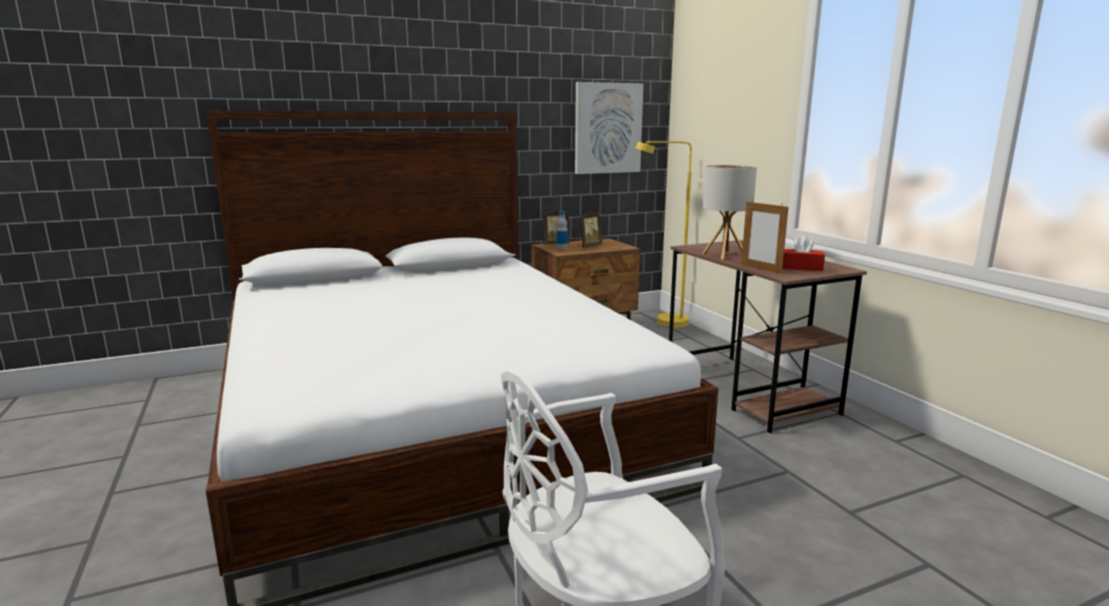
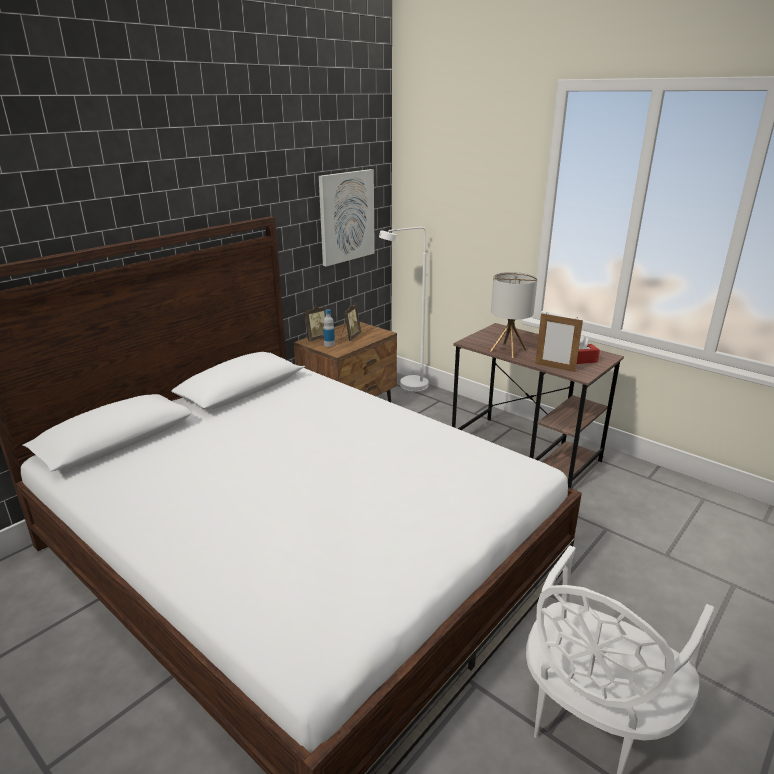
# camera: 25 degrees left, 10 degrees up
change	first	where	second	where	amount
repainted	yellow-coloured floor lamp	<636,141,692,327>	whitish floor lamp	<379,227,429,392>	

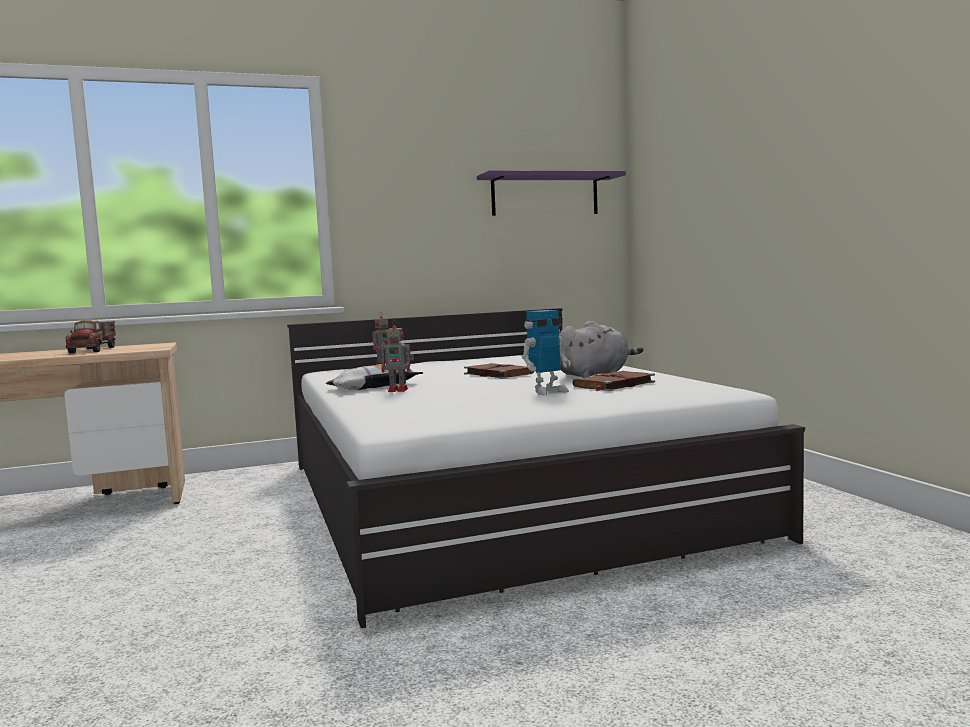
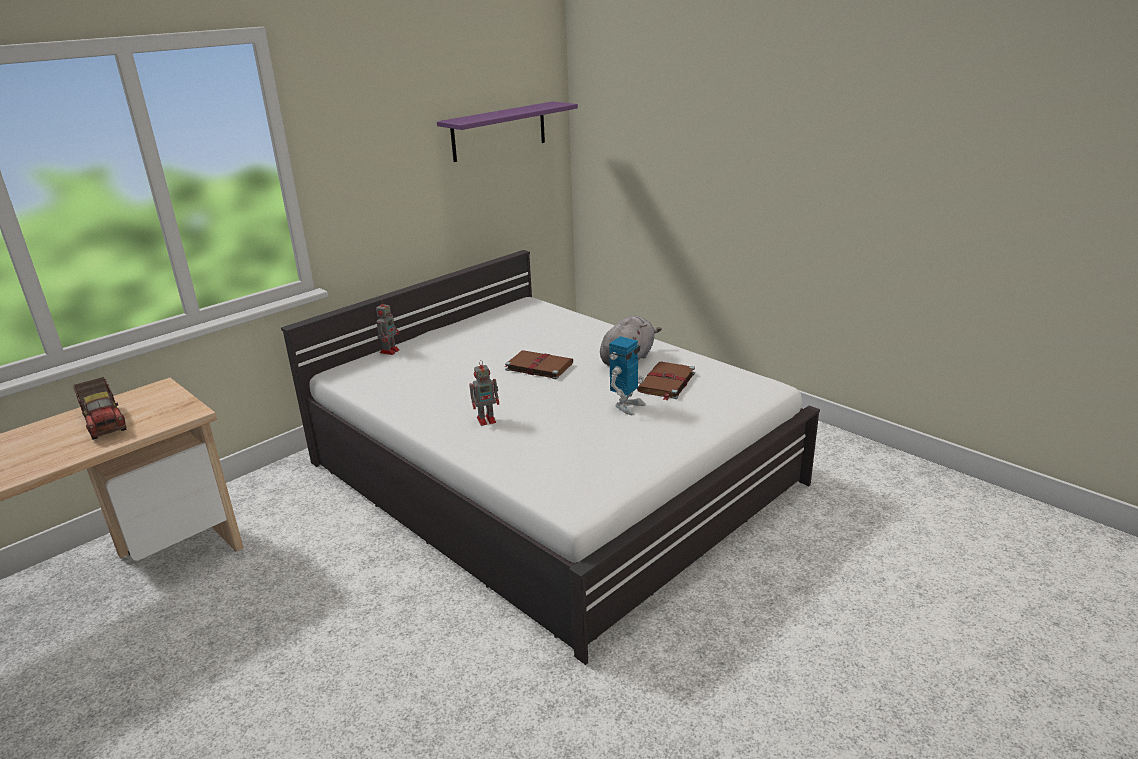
# camera: 25 degrees left, 20 degrees up
change	first	where	second	where	amount
gone	pillow	<325,363,423,390>			

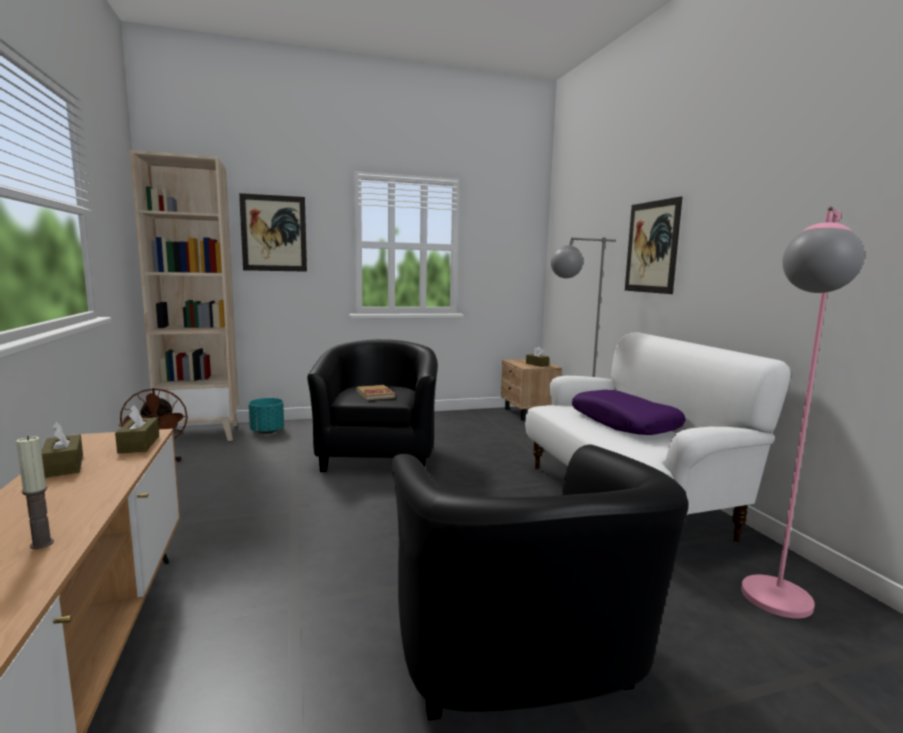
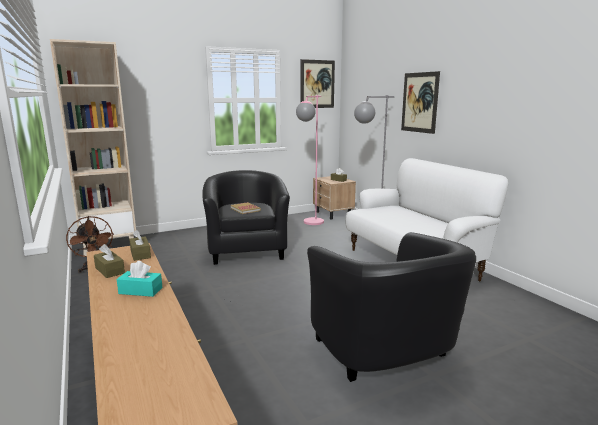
# camera: 10 degrees left, 5 degrees up
change	first	where	second	where	amount
gone	wax light	<16,436,54,549>			
shifted	wall art	<239,193,307,272>		<300,59,335,108>	
gone	blue-green planter	<249,398,284,434>			
gone	purplish pillow	<572,390,686,435>			
shifted	pink floor lamp	<741,206,865,619>		<296,95,324,225>	
new			blue-green tissue holder	<117,261,163,297>	

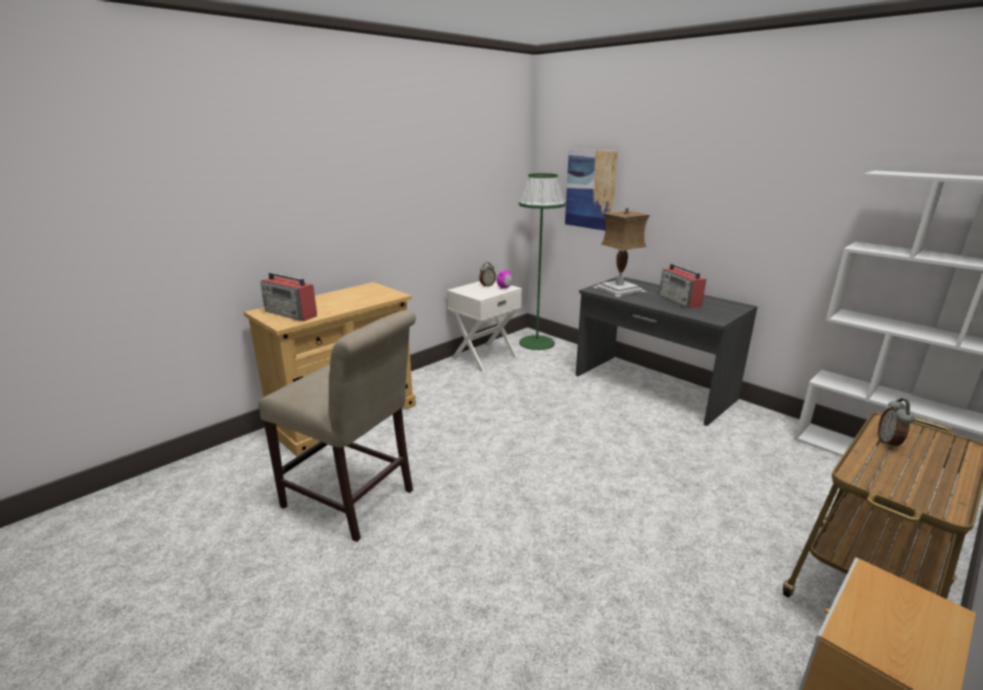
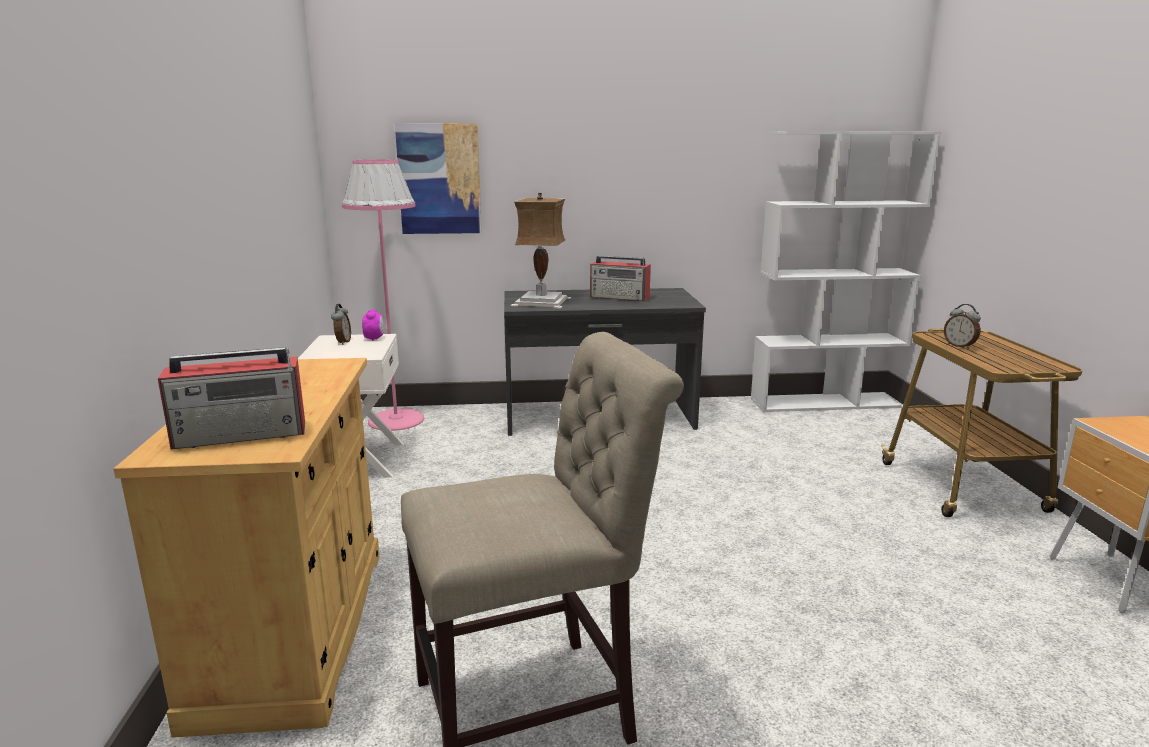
# camera: 50 degrees left, 5 degrees down
change	first	where	second	where	amount
repainted	greenish floor lamp	<519,173,565,350>	pink floor lamp	<342,160,424,431>	

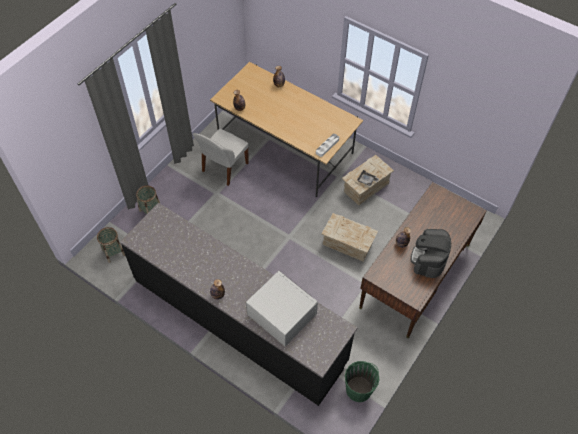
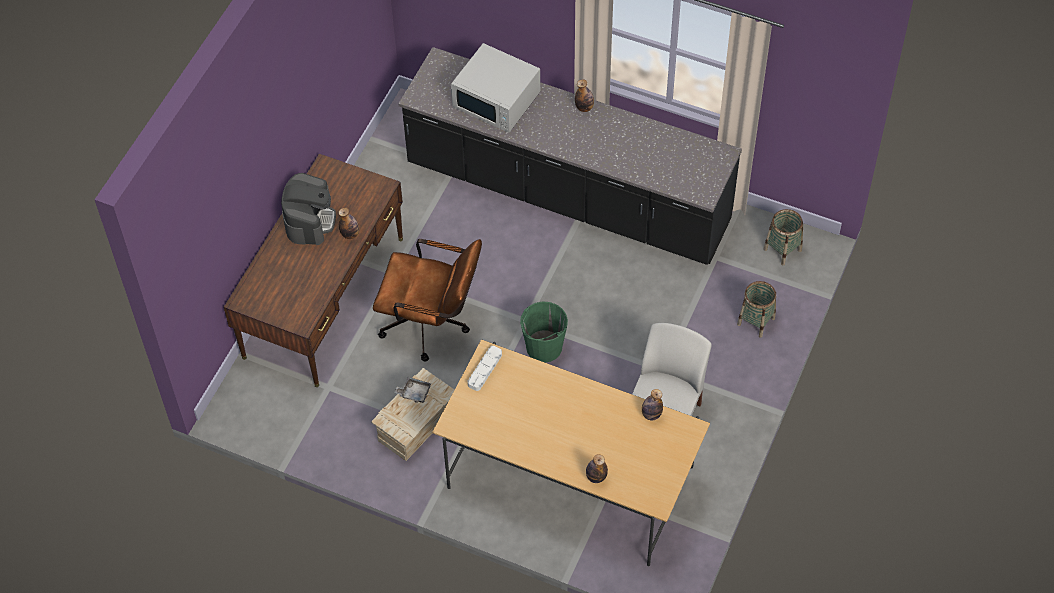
# camera: 170 degrees right, 0 degrees up
change	first	where	second	where	amount
swapped	packing crate	<321,213,378,261>	brown-coloured office chair	<373,239,482,361>	
shifted	greenish water bucket	<345,361,379,402>		<520,301,568,363>	

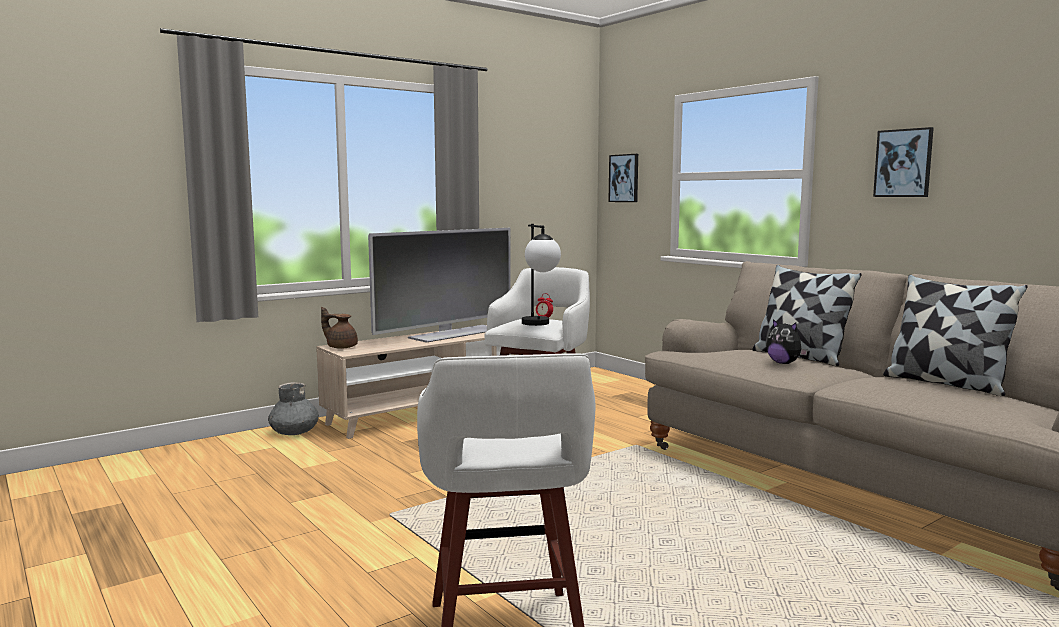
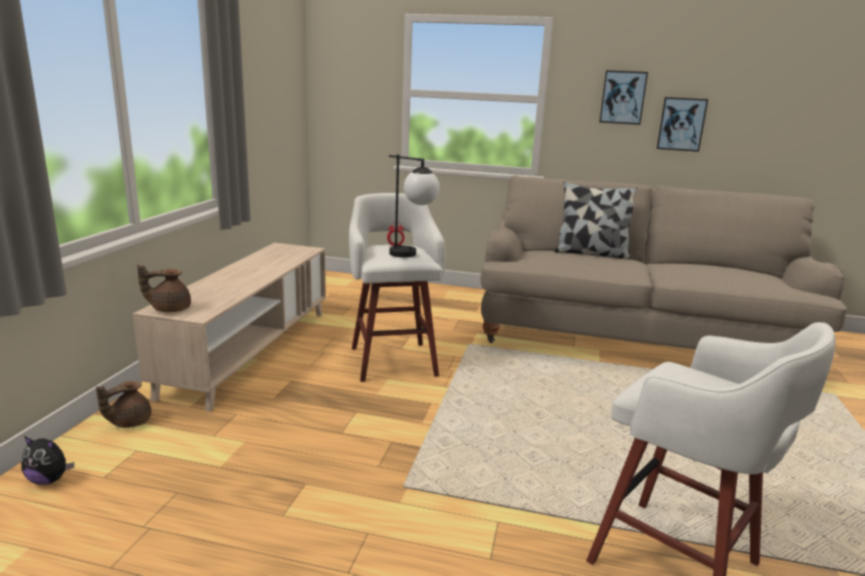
# camera: 40 degrees left, 10 degrees up
change	first	where	second	where	amount
swapped	gray vase	<268,382,319,435>	brown-coloured pot for tea	<96,381,151,428>	
gone	TV set	<368,228,511,343>			
shifted	wall art	<608,154,638,202>		<657,97,708,152>	
shifted	soft toy	<766,319,808,364>		<21,436,74,485>	
gone	pillow	<883,275,1028,396>			

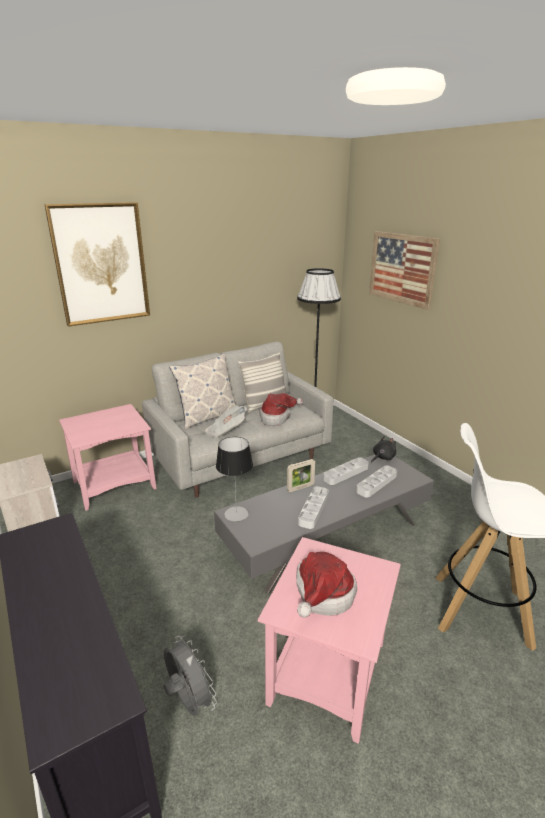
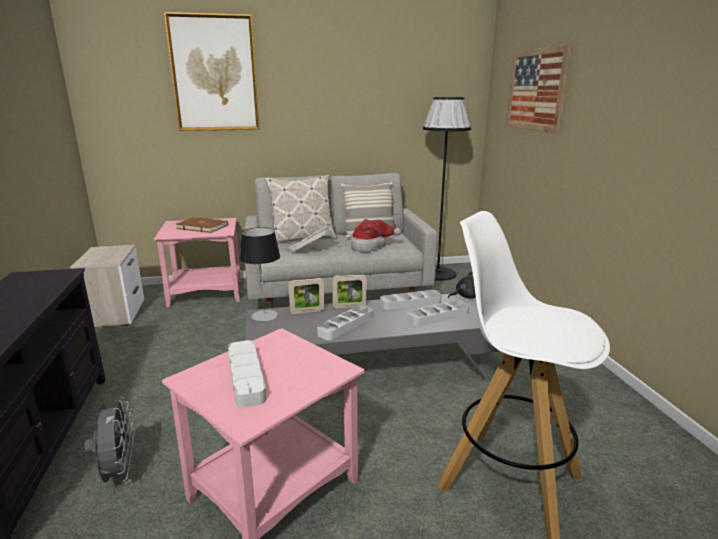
# camera: 20 degrees right, 5 degrees down
change	first	where	second	where	amount
swapped	hat	<296,552,357,618>	gray tray	<228,340,266,408>	
new			brown-coloured bound book	<176,217,228,233>	
new			standing frame	<288,278,325,314>	

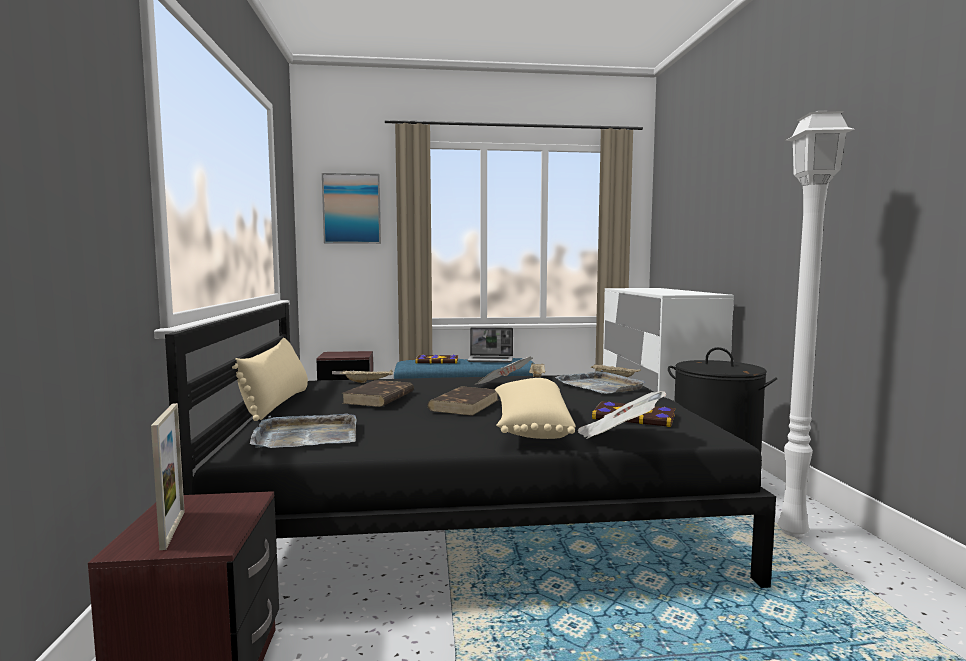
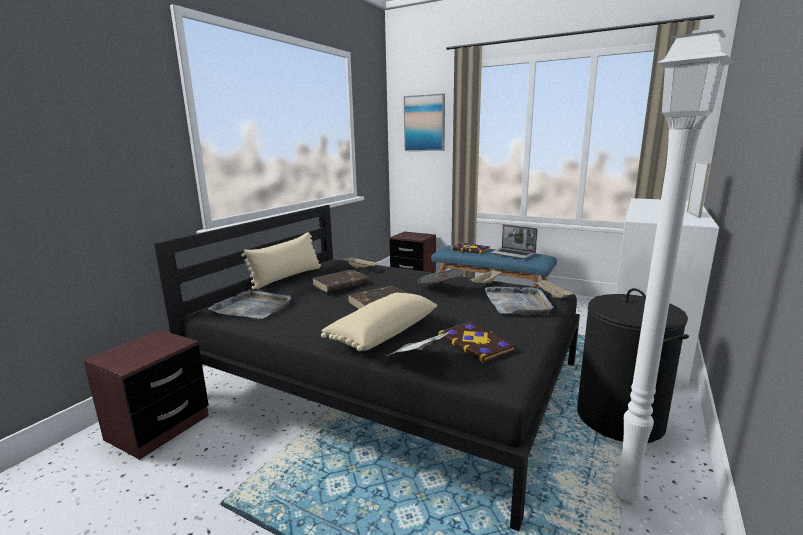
# camera: 35 degrees right, 10 degrees up
change	first	where	second	where	amount
shifted	standing frame	<151,403,185,551>		<687,161,711,218>	

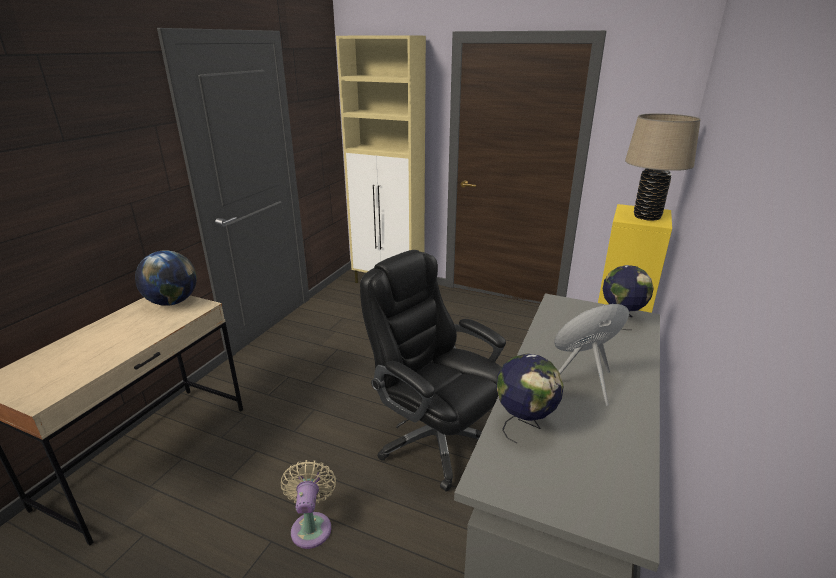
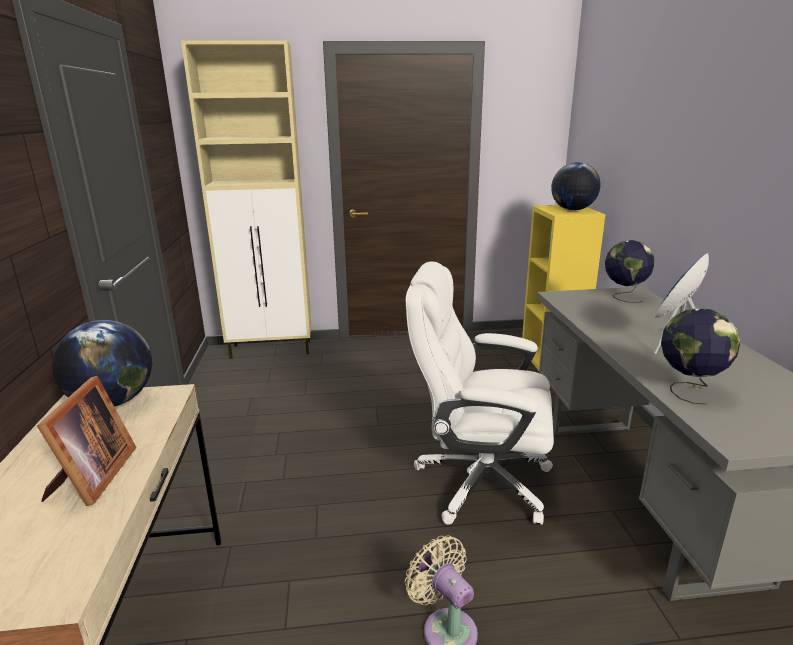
# camera: 30 degrees left, 5 degrees down
change	first	where	second	where	amount
repainted	black-coloured office chair	<360,250,506,492>	whitish office chair	<406,262,554,525>	
swapped	beige tabletop lamp	<625,113,701,221>	world globe	<551,162,601,211>	
new			standing frame	<37,376,136,506>	

